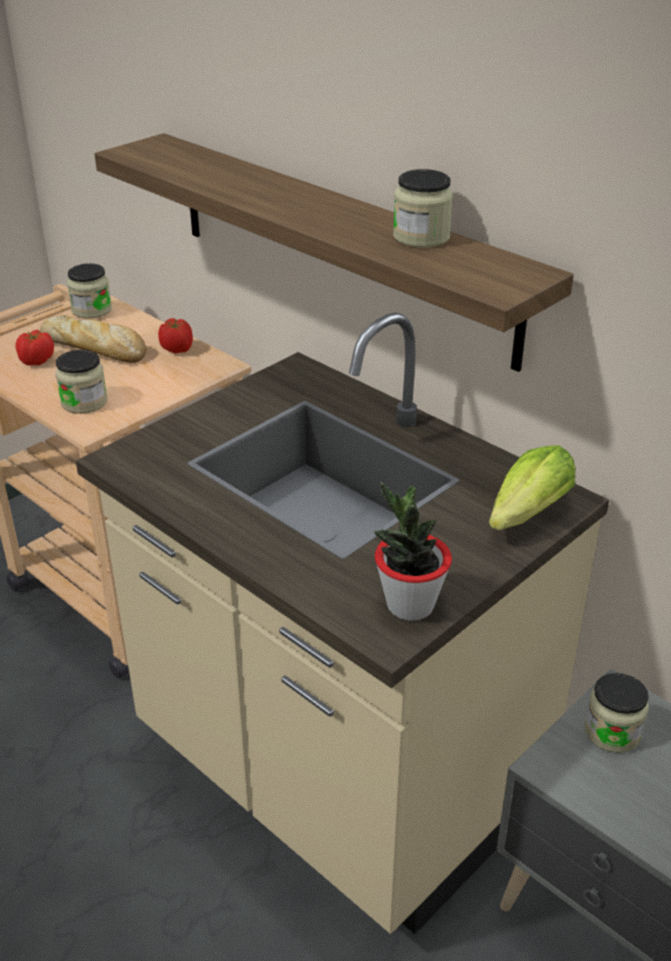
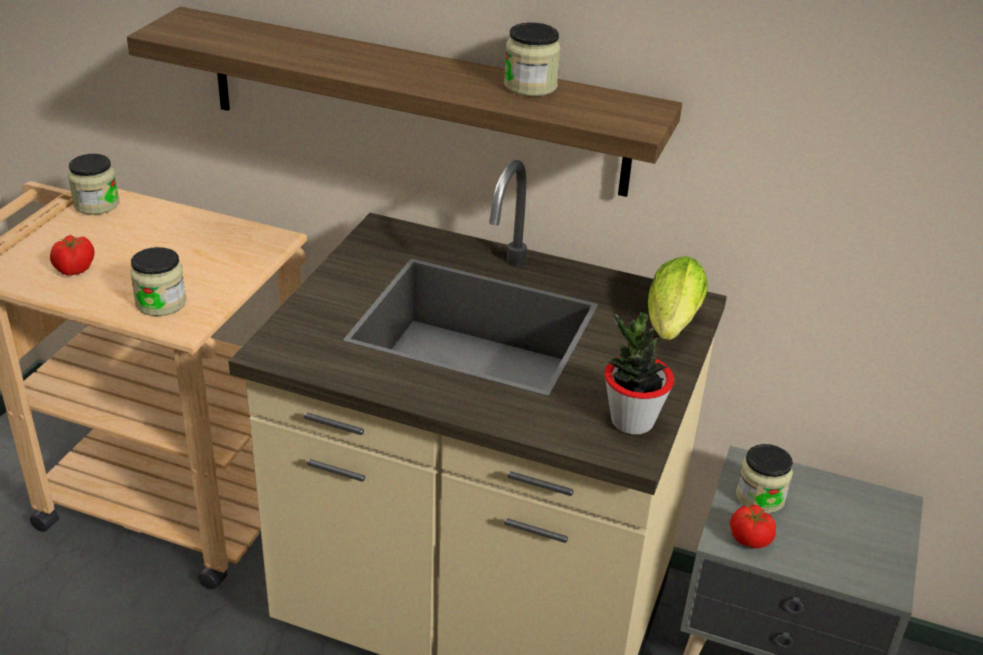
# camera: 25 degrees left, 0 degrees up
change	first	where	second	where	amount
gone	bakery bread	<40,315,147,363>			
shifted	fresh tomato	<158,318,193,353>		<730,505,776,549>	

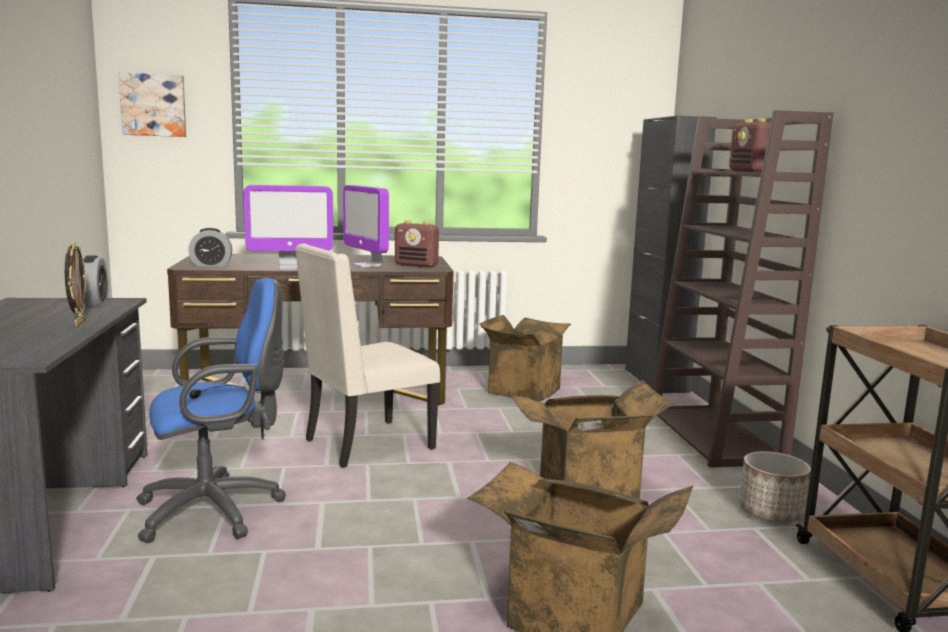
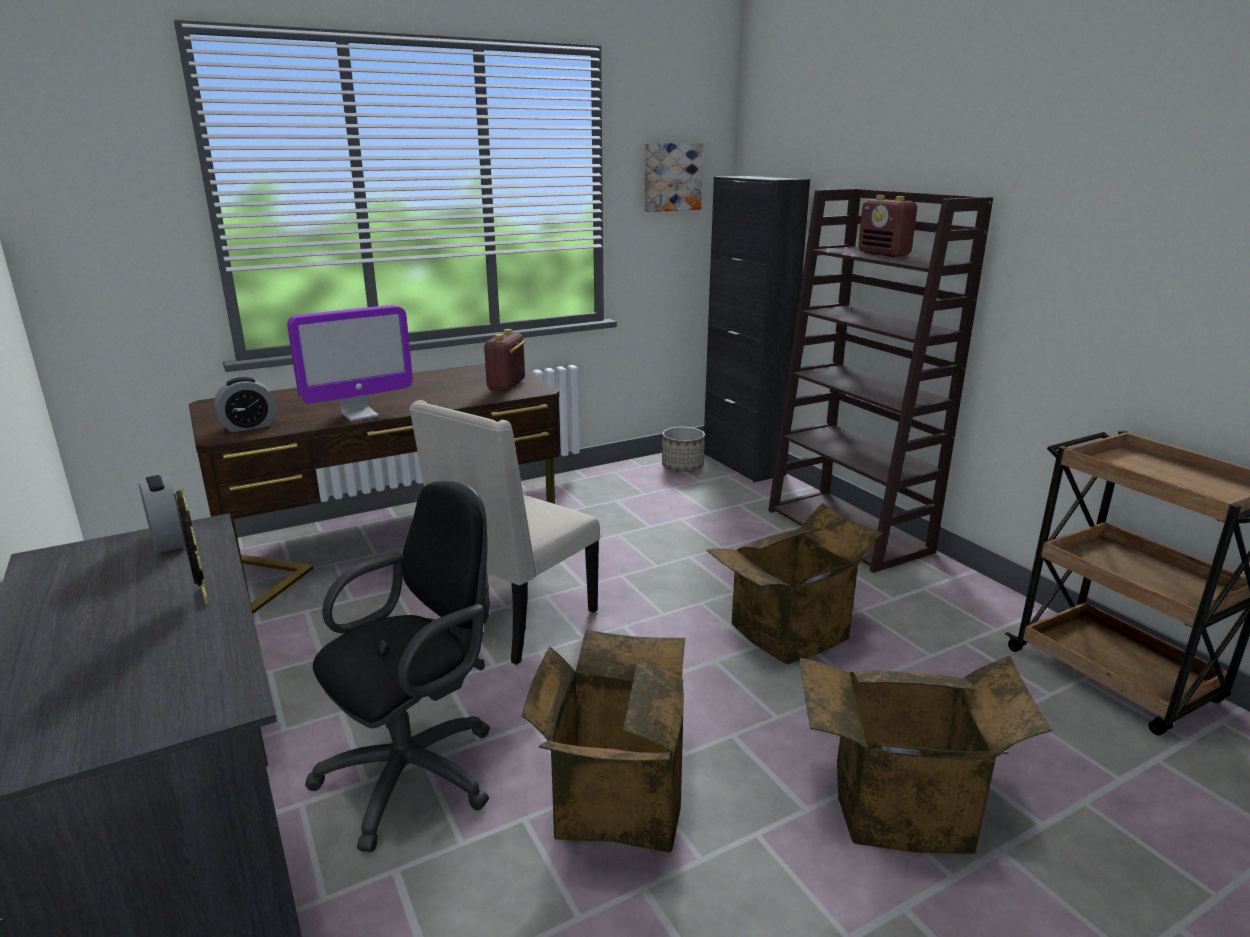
# camera: 20 degrees left, 10 degrees up
change	first	where	second	where	amount
shifted	wall art	<119,72,186,137>		<645,143,704,212>	
repainted	blue office chair	<136,278,286,543>	black-coloured office chair	<305,481,490,852>	
gone	computer screen	<343,185,389,267>			
rotated	radio	<395,220,439,268>		<484,329,525,391>	105 degrees clockwise
shifted	packing box	<480,315,571,402>		<522,630,686,853>	
shifted	planter	<739,451,811,522>		<662,427,705,472>	

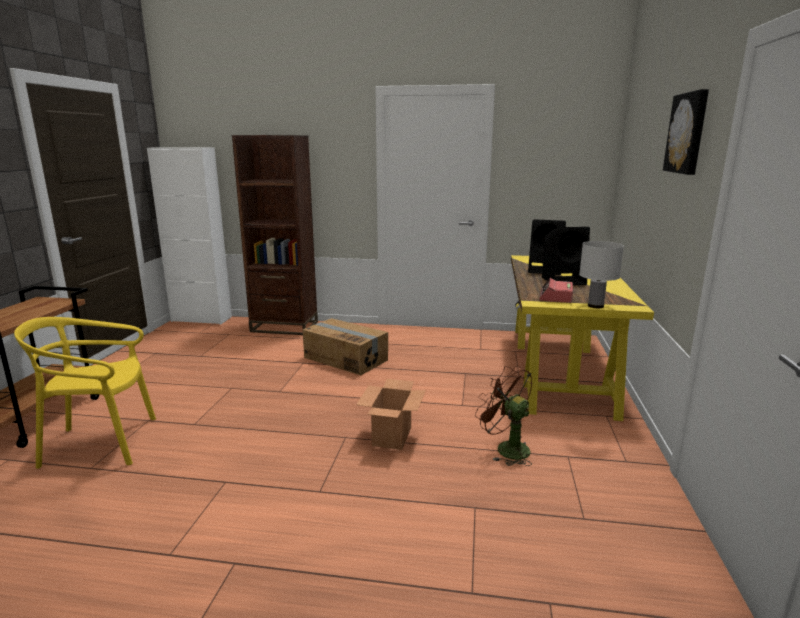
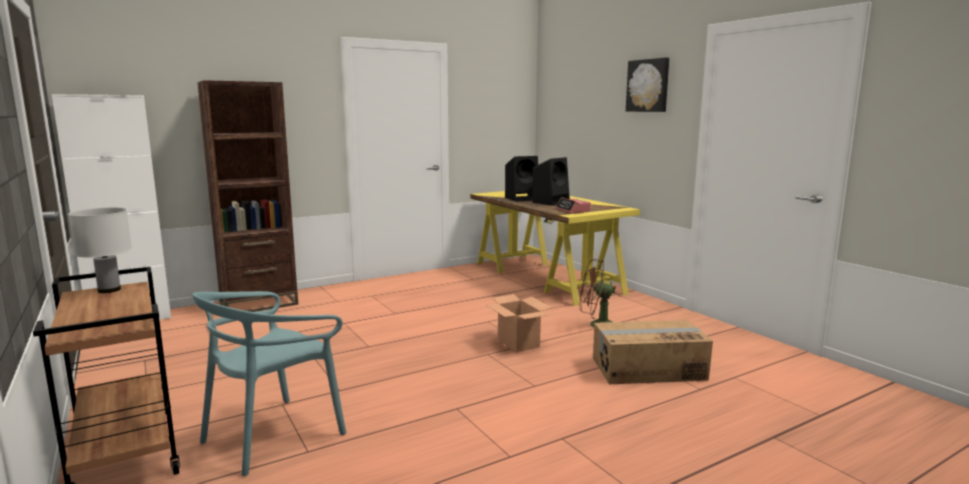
# camera: 40 degrees left, 5 degrees down
change	first	where	second	where	amount
repainted	yellow-coloured chair	<14,317,156,469>	blue-green chair	<192,291,347,476>	
shifted	packing box	<302,318,388,375>		<593,320,713,384>	
shifted	whitish tabletop lamp	<579,241,624,308>		<68,208,132,293>	

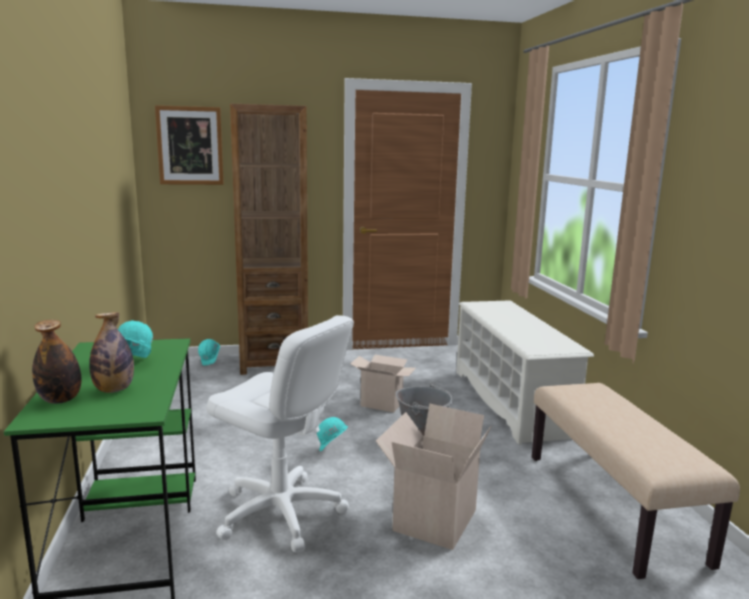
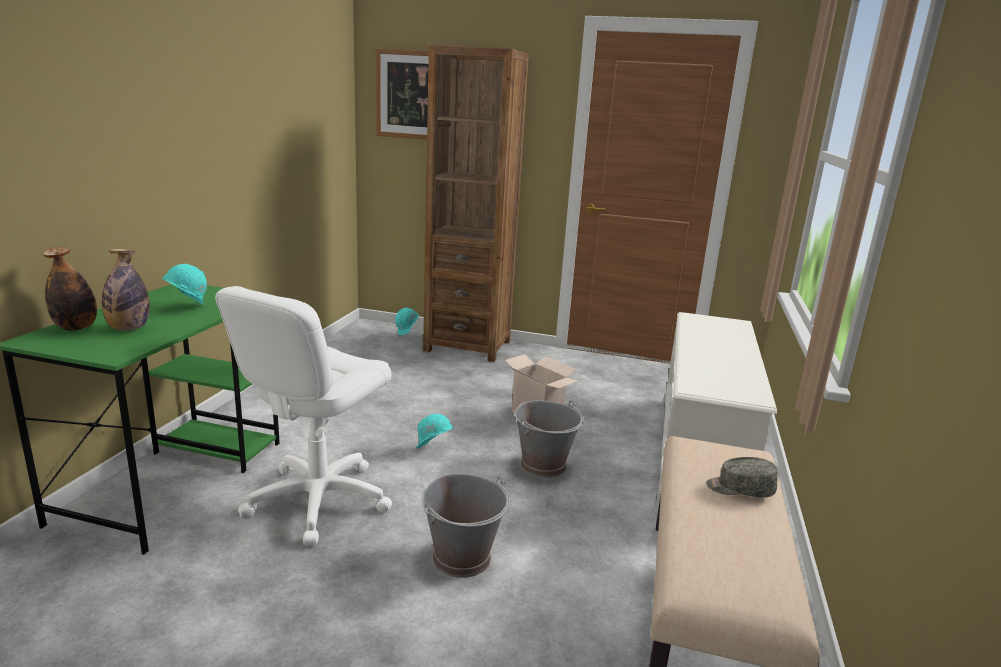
# camera: 25 degrees right, 5 degrees up
change	first	where	second	where	amount
rotated	whitish office chair	<207,315,354,553>		<215,286,392,546>	60 degrees clockwise
swapped	packing box	<376,404,492,550>	gray water bucket	<422,473,511,578>	
new			gray peaked cap	<706,457,778,498>	

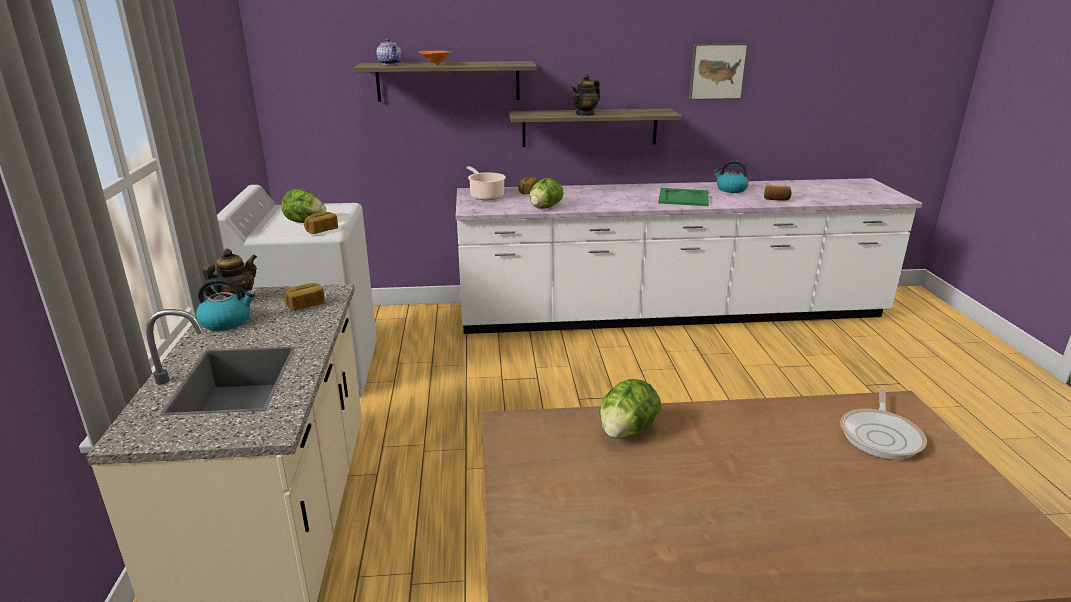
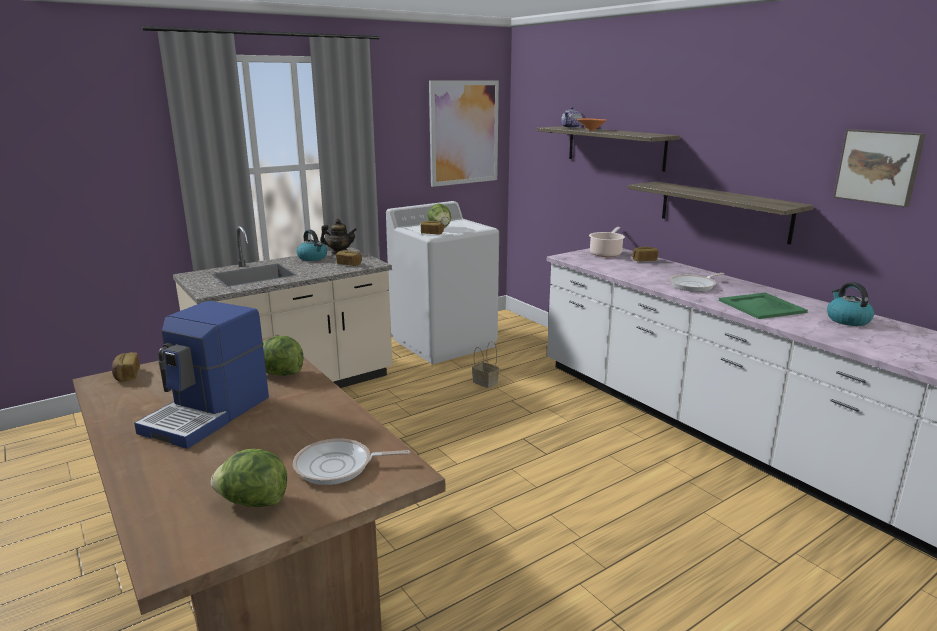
# camera: 60 degrees right, 5 degrees down
change	first	where	second	where	amount
shifted	lettuce head	<530,178,564,209>		<211,449,287,507>	
gone	pot for tea	<571,74,600,116>			
shifted	bakery bread	<764,185,792,201>		<112,352,140,382>	
new			coffee machine	<134,301,269,449>	
new			wall art	<429,81,499,187>	
new			storage basket	<472,341,499,388>	
new			pan	<670,273,724,292>	

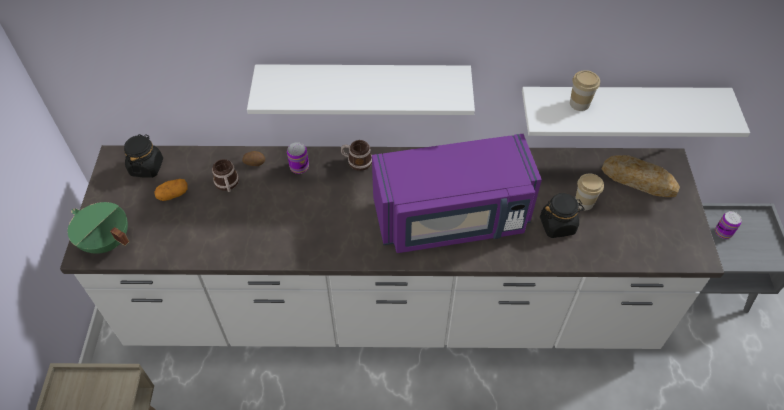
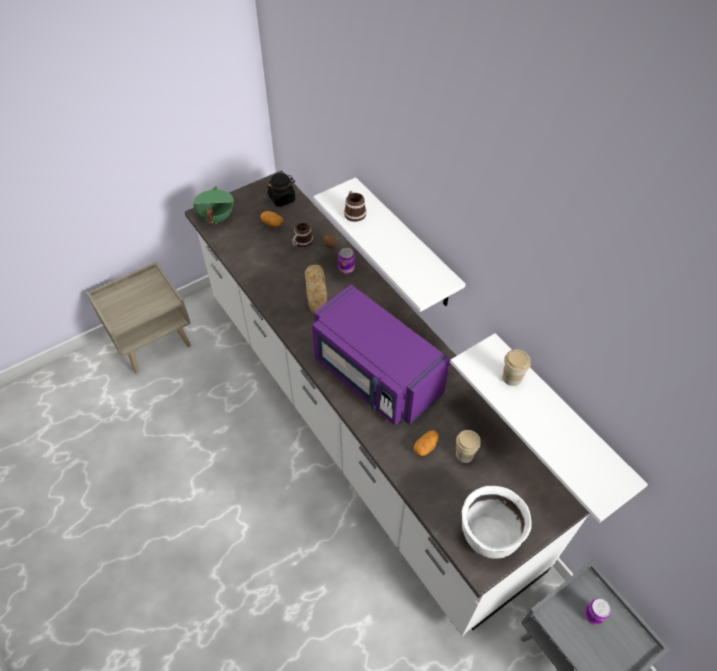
# camera: 55 degrees right, 0 degrees up
change	first	where	second	where	amount
shifted	tea mug	<341,140,372,171>		<344,191,367,222>	
swapped	black-coloured jar	<540,193,584,238>	whole potato	<414,430,439,456>	
shifted	bakery bread	<602,155,680,197>		<305,265,327,314>	
new			whitish saucepot	<462,486,532,559>	

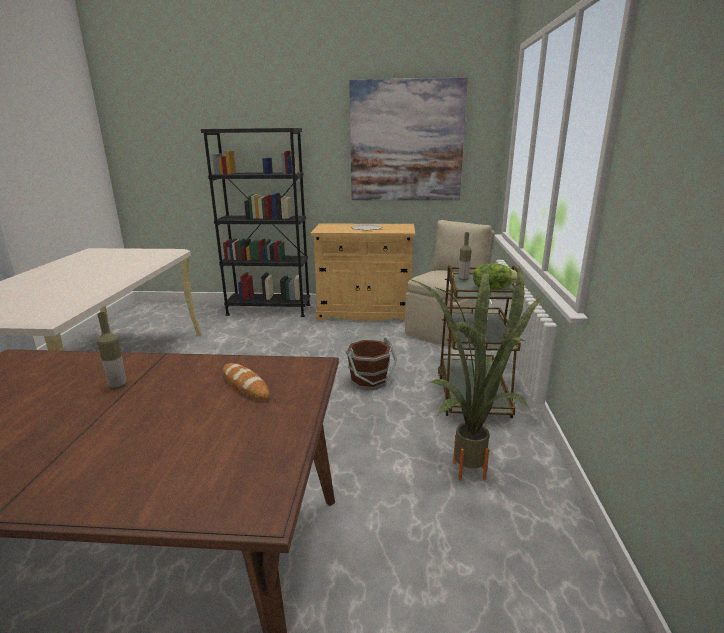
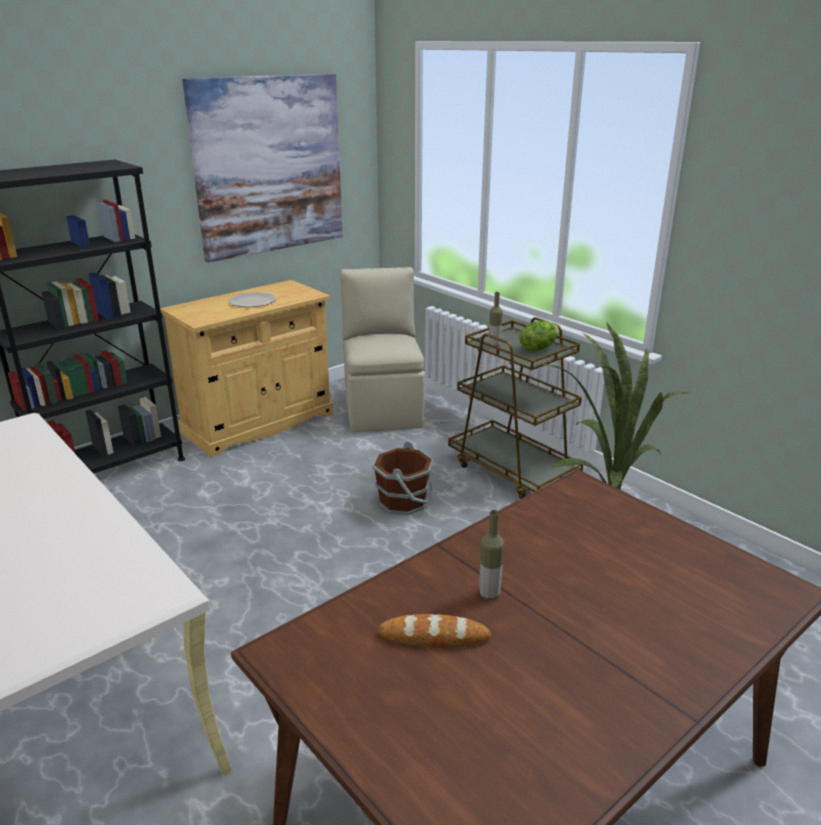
# camera: 45 degrees left, 5 degrees up
change	first	where	second	where	amount
shifted	bakery bread	<222,363,270,401>		<378,614,491,647>	

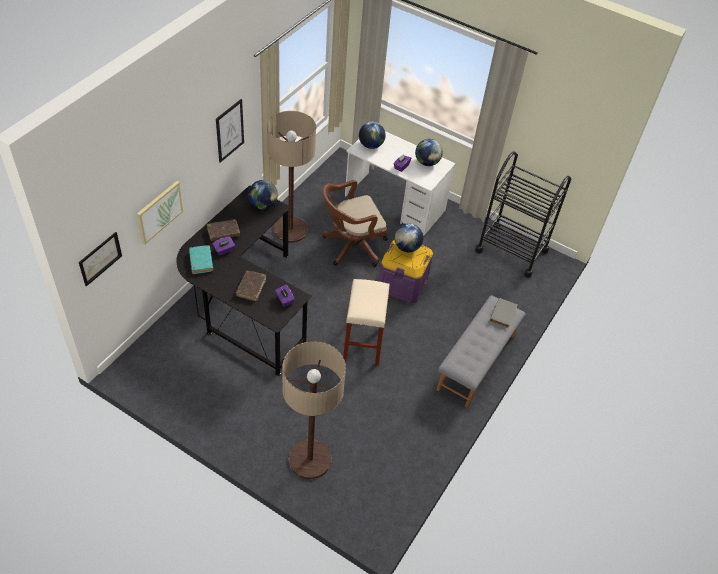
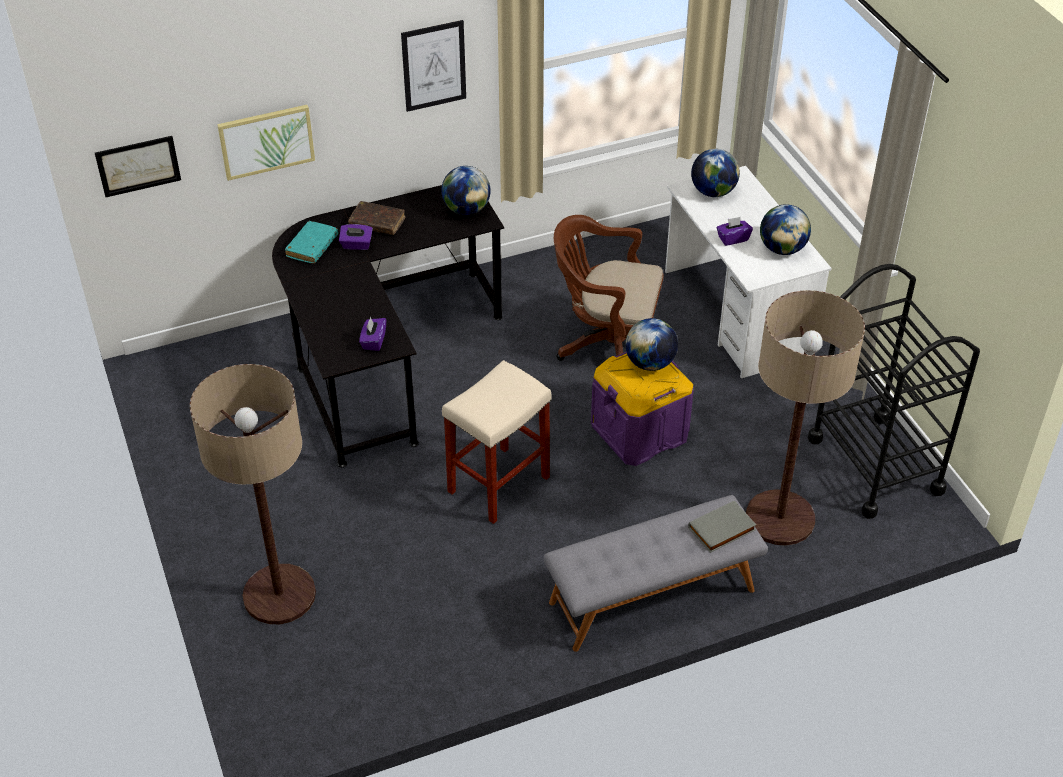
# camera: 40 degrees right, 5 degrees down
change	first	where	second	where	amount
gone	brown-coloured bound book	<236,271,266,301>			
shifted	floor lamp	<267,111,316,243>		<746,290,865,546>	

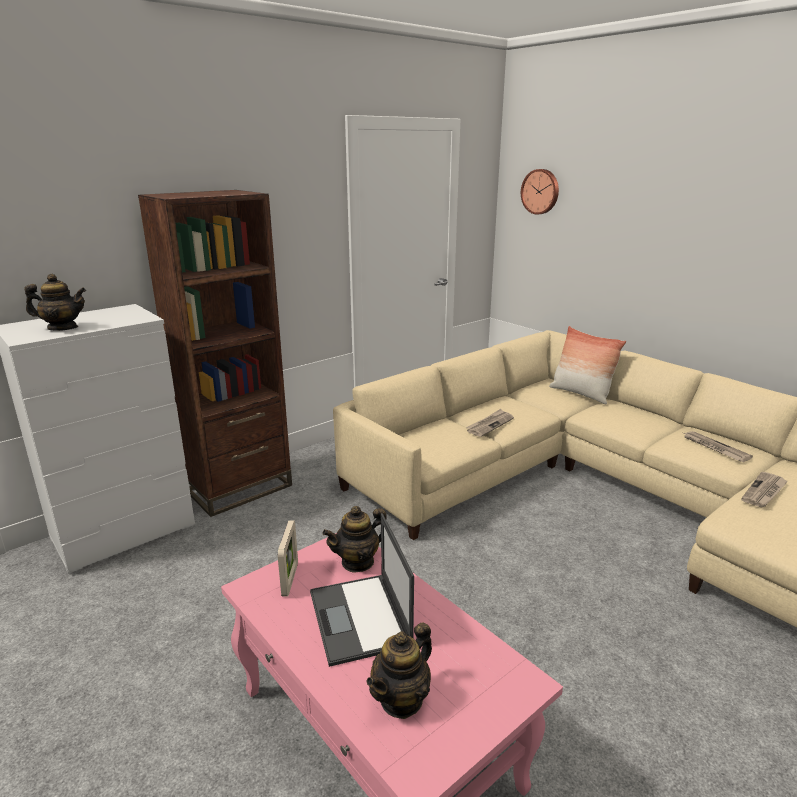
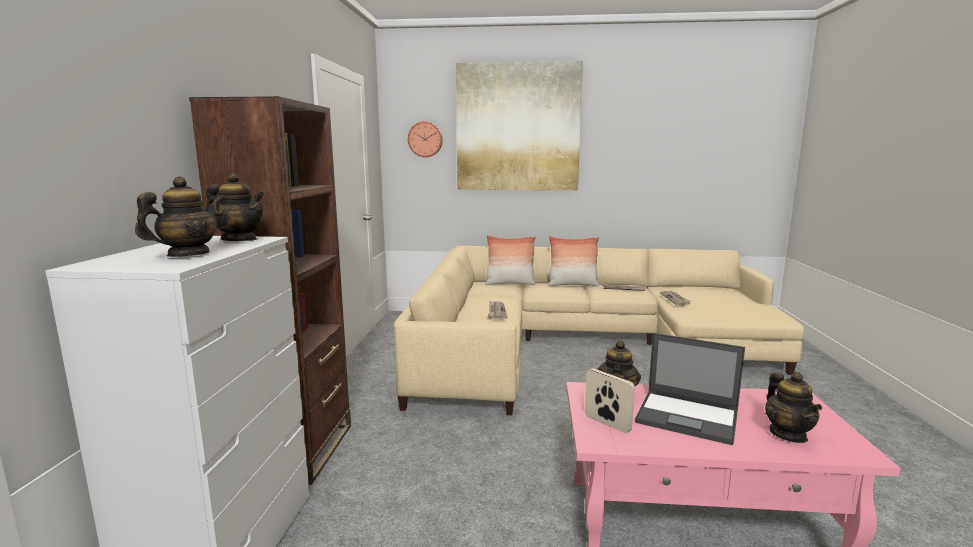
# camera: 45 degrees left, 10 degrees down
change	first	where	second	where	amount
new			pot for tea	<206,173,265,241>	
new			wall art	<456,61,583,190>	
new			pillow	<548,236,600,287>	

